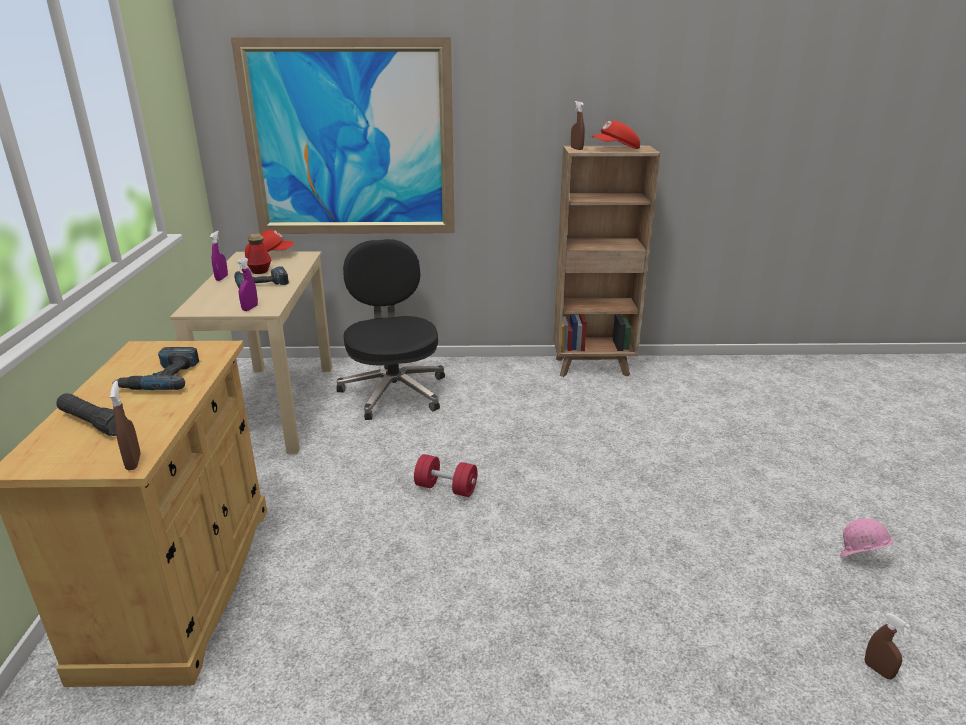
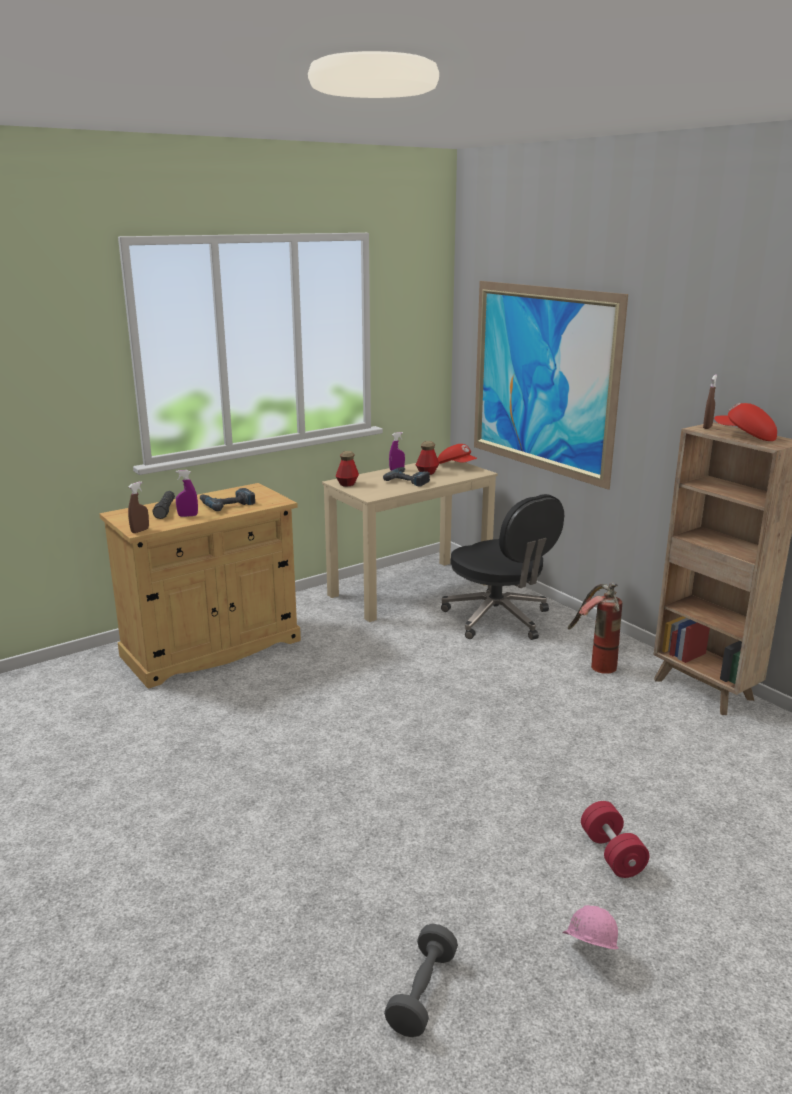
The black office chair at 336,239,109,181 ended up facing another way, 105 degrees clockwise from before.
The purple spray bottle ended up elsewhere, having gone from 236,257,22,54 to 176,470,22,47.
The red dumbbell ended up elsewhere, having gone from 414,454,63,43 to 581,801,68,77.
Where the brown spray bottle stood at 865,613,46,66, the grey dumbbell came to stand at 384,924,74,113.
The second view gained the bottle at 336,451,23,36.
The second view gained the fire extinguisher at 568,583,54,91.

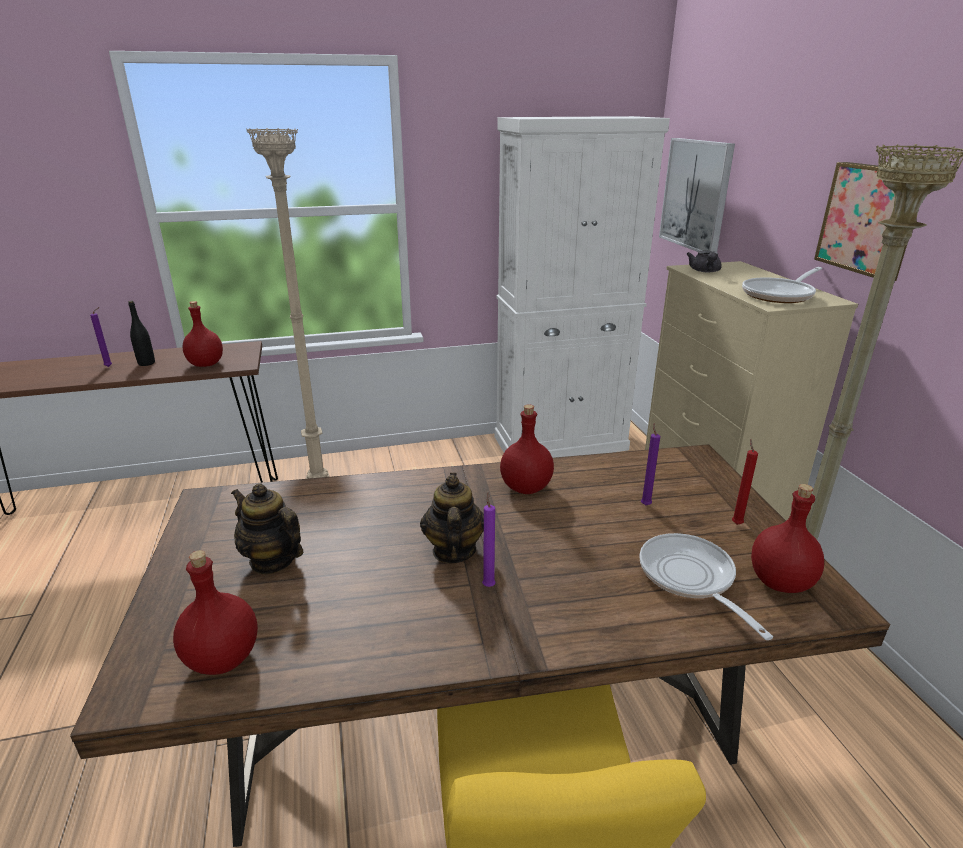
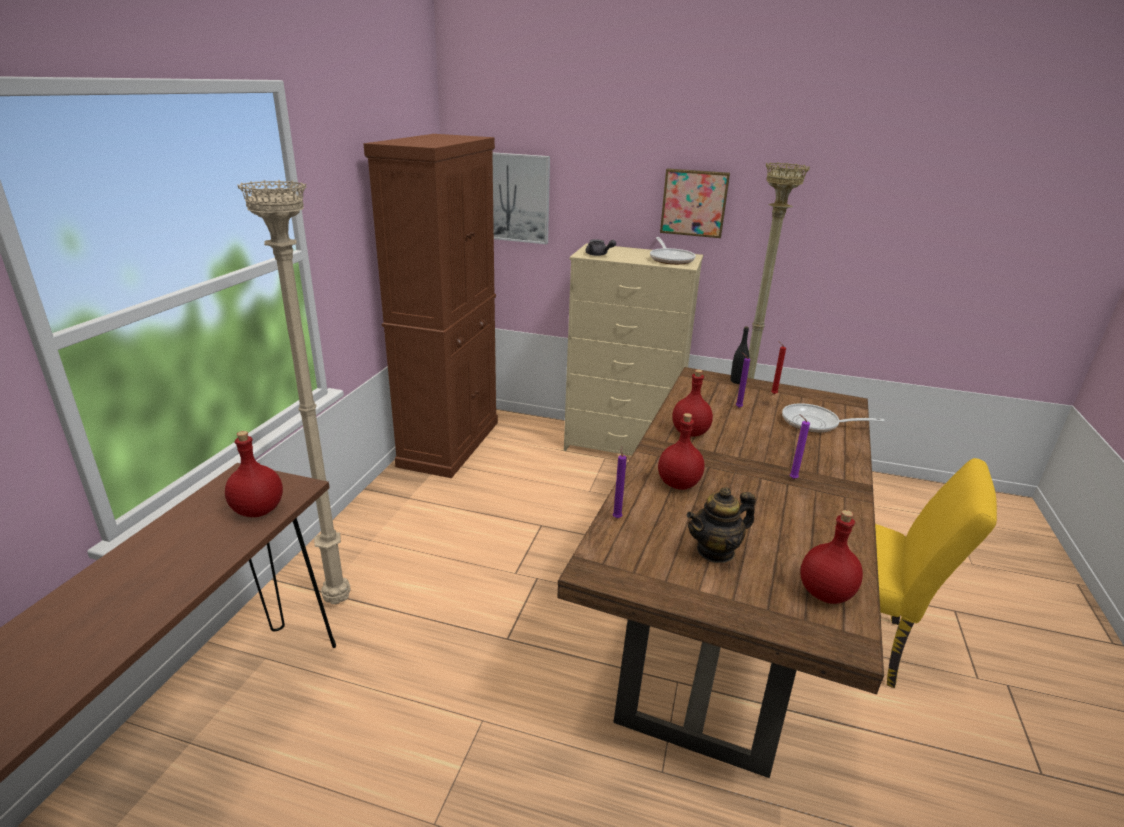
What was the white cabinet at 495,116,175,342 turned into the brown cabinet at 363,134,135,344.
The black bottle ended up elsewhere, having gone from 128,301,27,65 to 731,326,18,58.
The purple candle ended up elsewhere, having gone from 90,307,22,60 to 613,446,14,72.
The second view lost the teapot at 420,473,64,90.
The red bottle ended up elsewhere, having gone from 751,484,73,109 to 658,413,47,77.

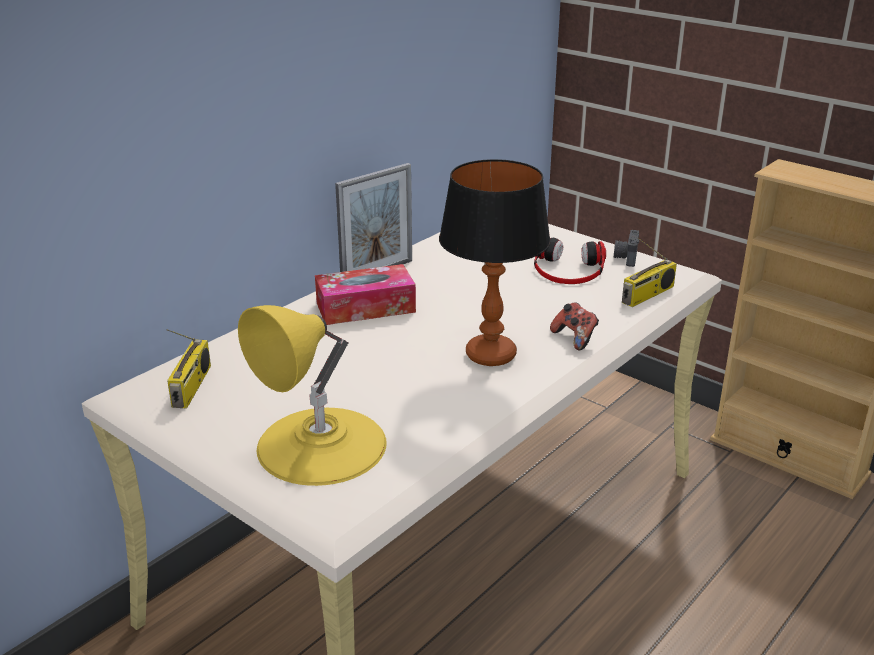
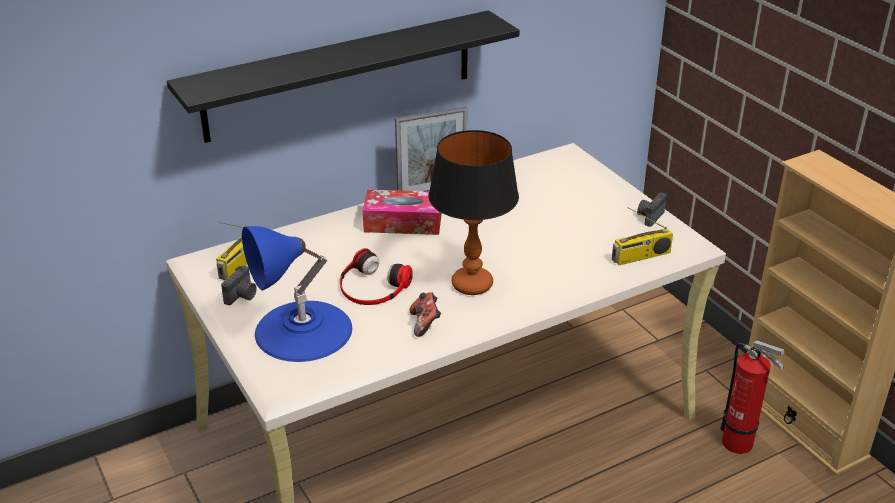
The headphones ended up elsewhere, having gone from 534,238,72,46 to 340,248,73,57.
The game controller ended up elsewhere, having gone from 550,303,49,48 to 409,292,32,45.
What was the yellow table lamp at 238,305,149,181 turned into the blue table lamp at 242,226,110,136.
The second view gained the black shelf at 167,10,353,133.
The second view gained the photo camera at 221,266,36,39.
The second view gained the fire extinguisher at 720,340,64,114.

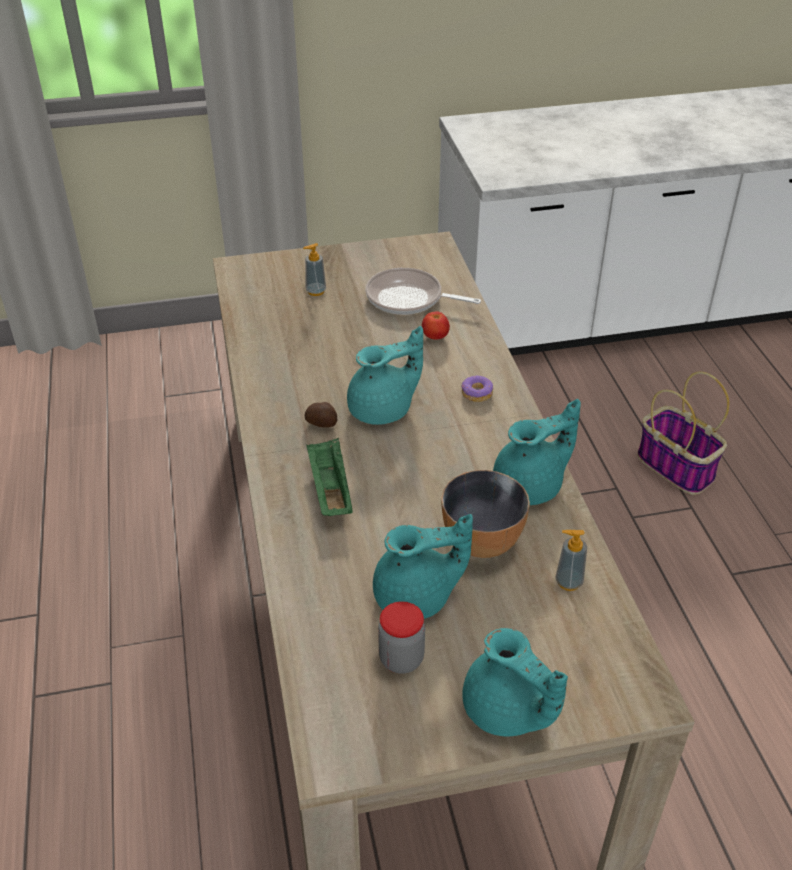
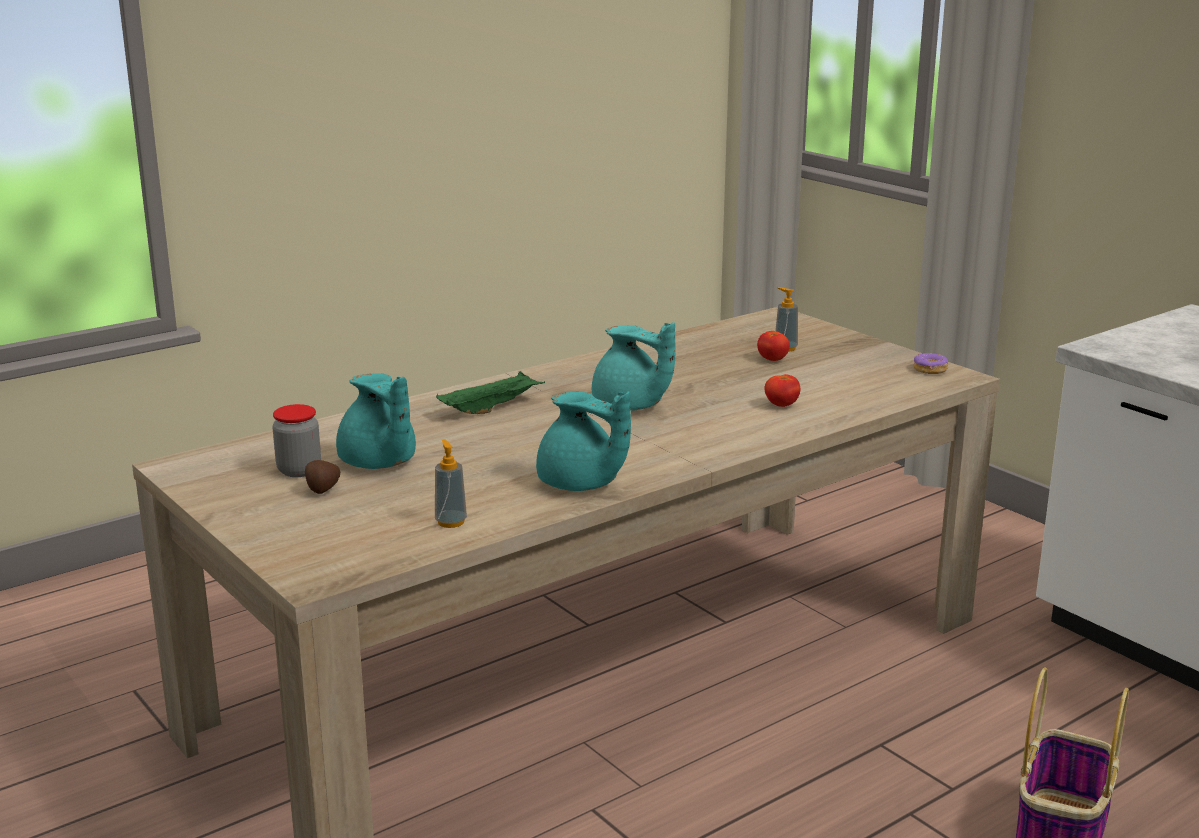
The second view lost the frying pan at 366,268,115,47.
The donut ended up elsewhere, having gone from 462,376,32,26 to 913,353,35,21.
The potato ended up elsewhere, having gone from 305,402,32,26 to 305,460,35,34.
The second view lost the bowl at 441,470,89,88.
The second view lost the turquoise teapot at 462,628,106,109.
The second view gained the tomato at 757,331,33,30.

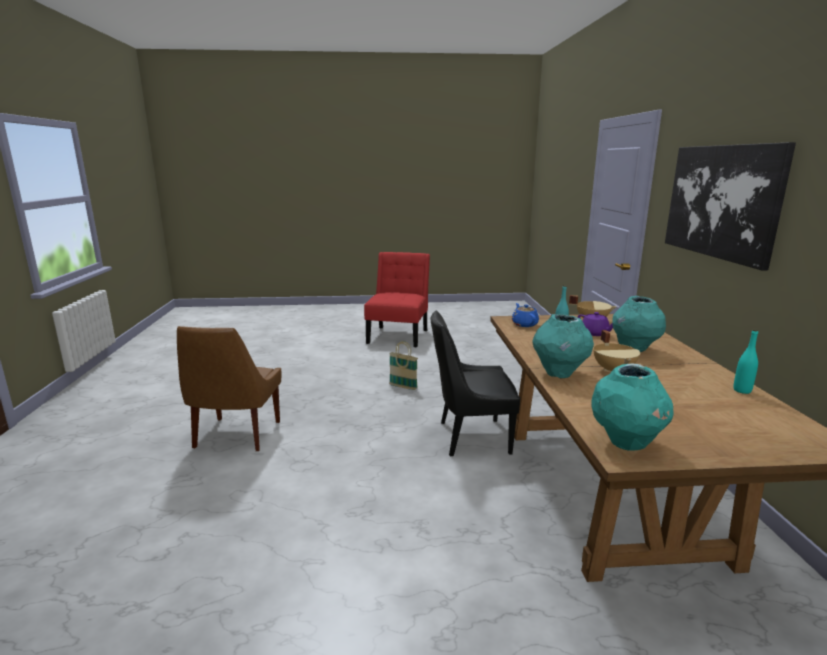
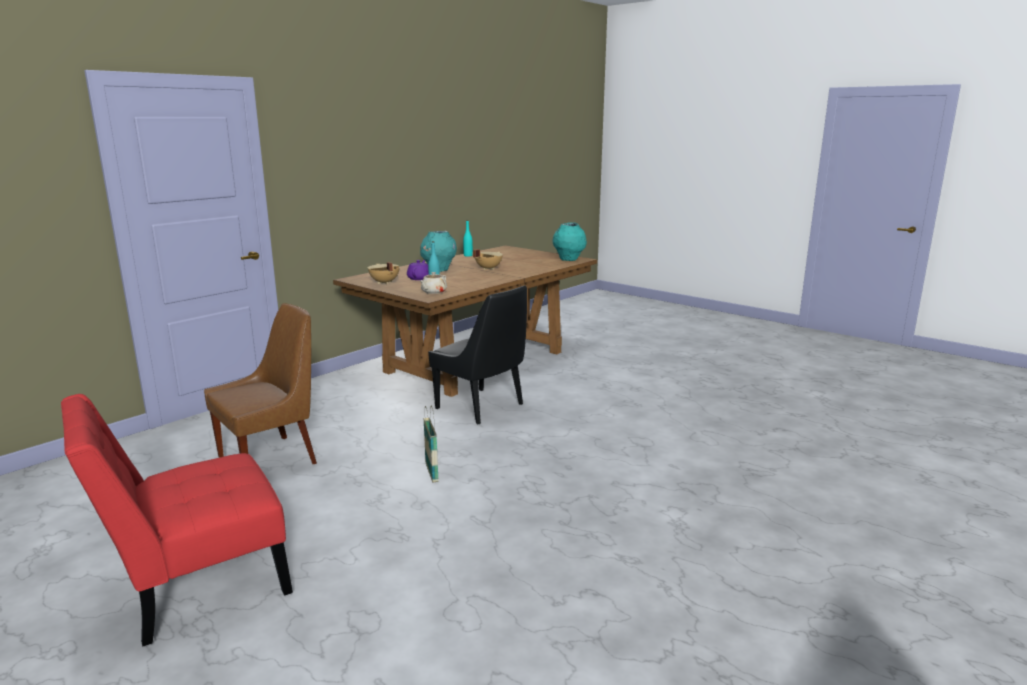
The second view lost the picture at 665,142,131,129.
What was the blue teapot at 512,303,27,24 turned into the beige teapot at 419,272,28,22.
The second view lost the turquoise vase at 533,314,61,64.
The brown chair ended up elsewhere, having gone from 177,326,104,125 to 204,303,113,161.

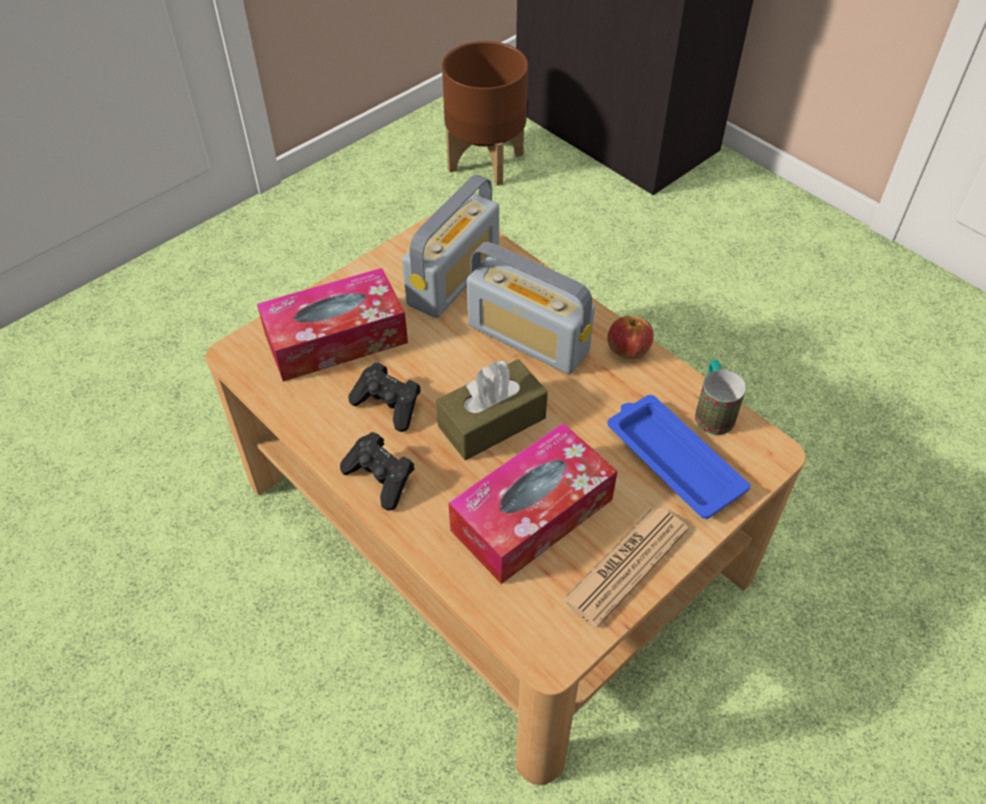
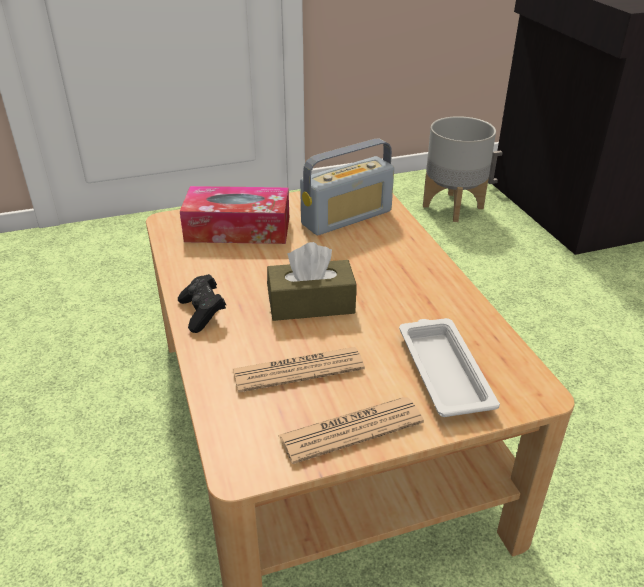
What was the brown planter at 442,41,86,145 turned into the grey planter at 423,116,73,106.
The second view lost the radio at 467,242,128,132.
The second view lost the apple at 607,315,47,45.
The second view lost the mug at 695,360,51,75.
The second view lost the black game controller at 348,362,73,70.
What was the blue tray at 607,395,144,124 turned into the white tray at 399,318,101,99.
Where the tissue box stood at 448,423,170,161, the newspaper came to stand at 233,347,132,46.

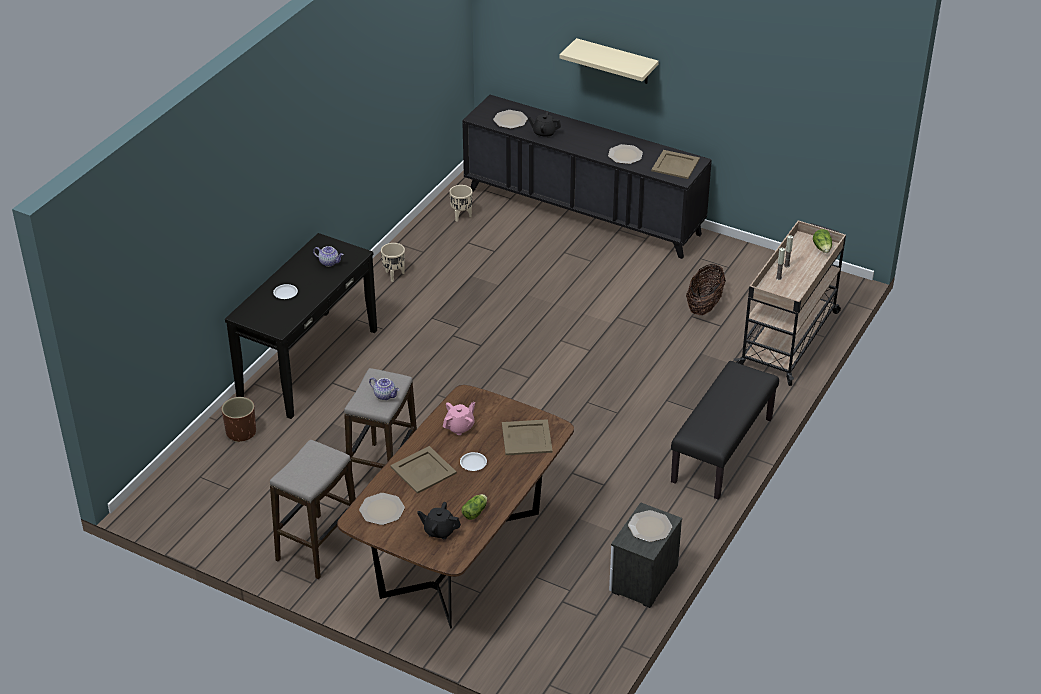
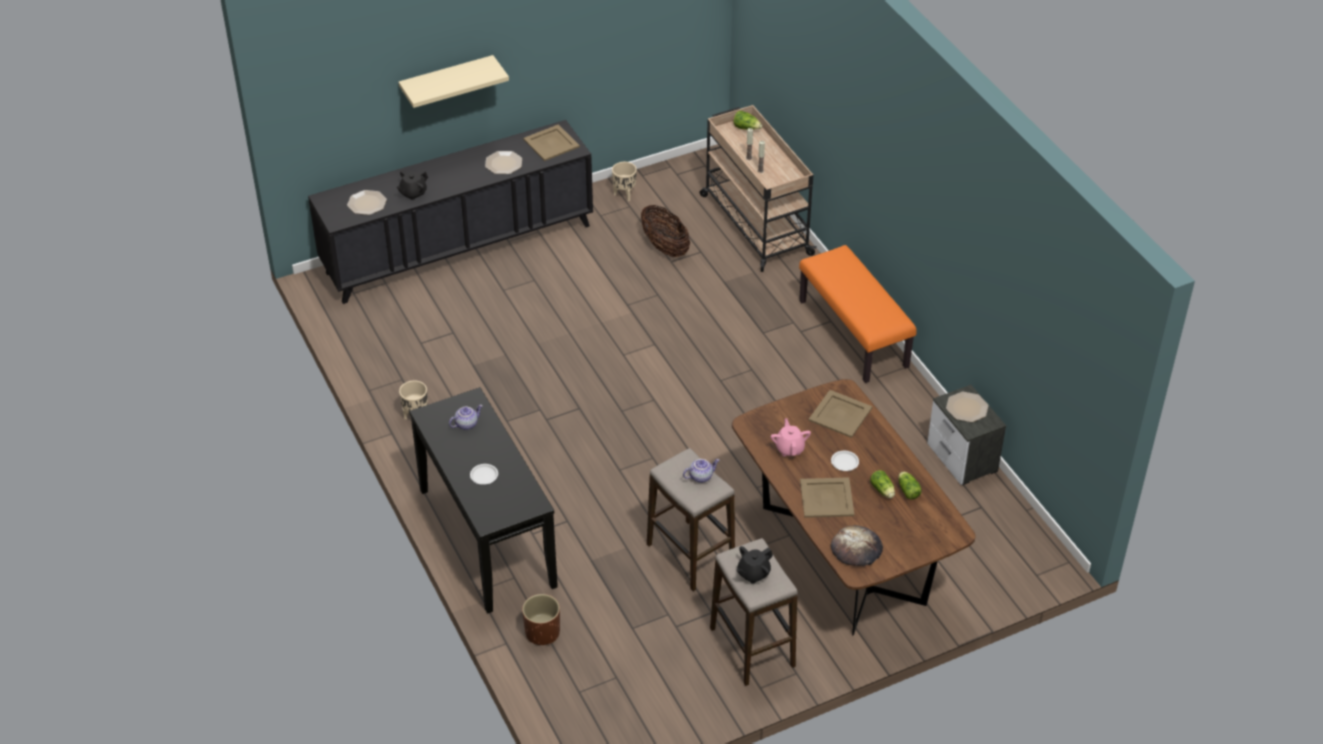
The beige planter ended up elsewhere, having gone from 449,185,23,37 to 612,162,25,39.
What was the black bench at 671,361,108,139 turned into the orange bench at 799,245,118,138.
Where the plate stood at 359,493,46,32, the bread came to stand at 831,525,52,41.
The black teapot ended up elsewhere, having gone from 417,502,44,37 to 737,546,36,38.
The second view gained the lettuce at 870,470,25,28.

